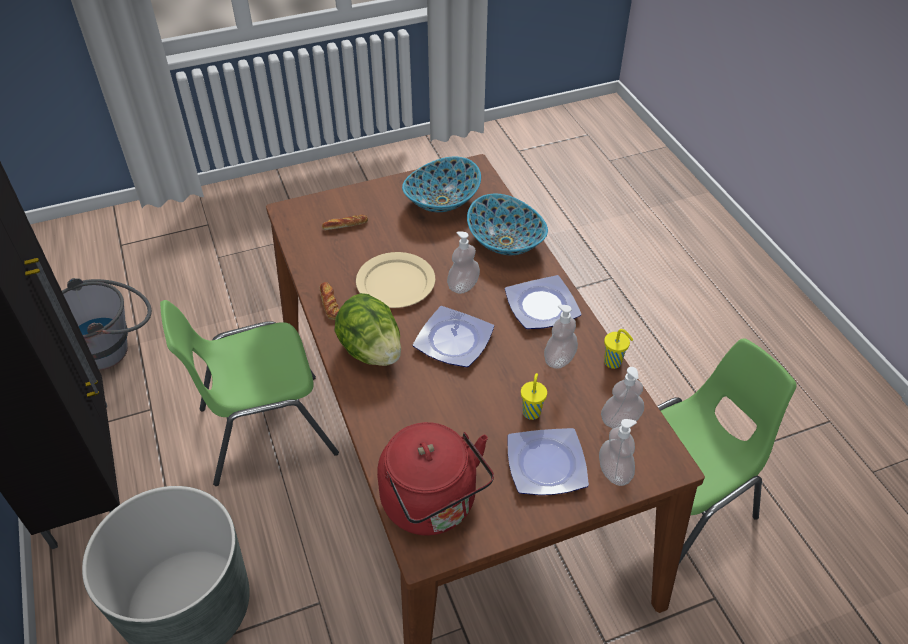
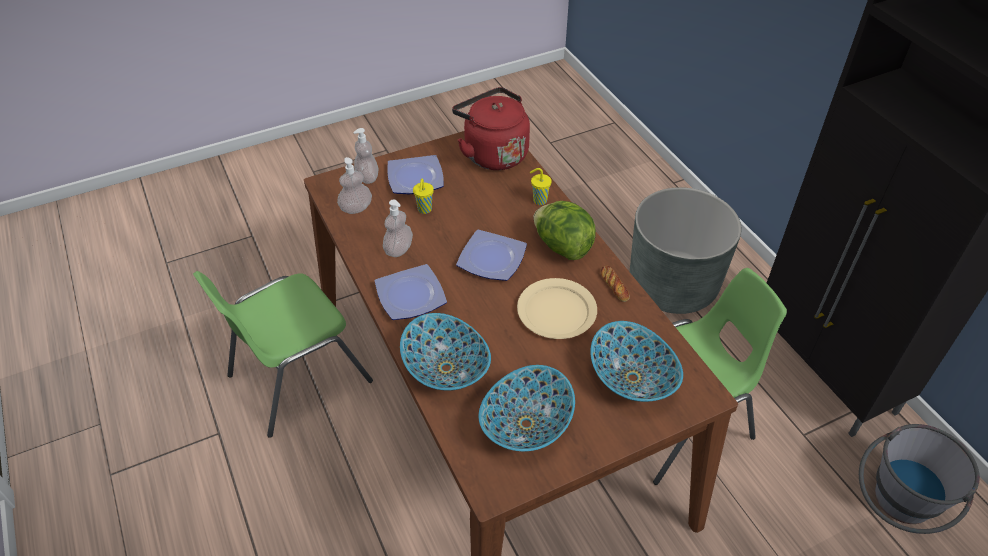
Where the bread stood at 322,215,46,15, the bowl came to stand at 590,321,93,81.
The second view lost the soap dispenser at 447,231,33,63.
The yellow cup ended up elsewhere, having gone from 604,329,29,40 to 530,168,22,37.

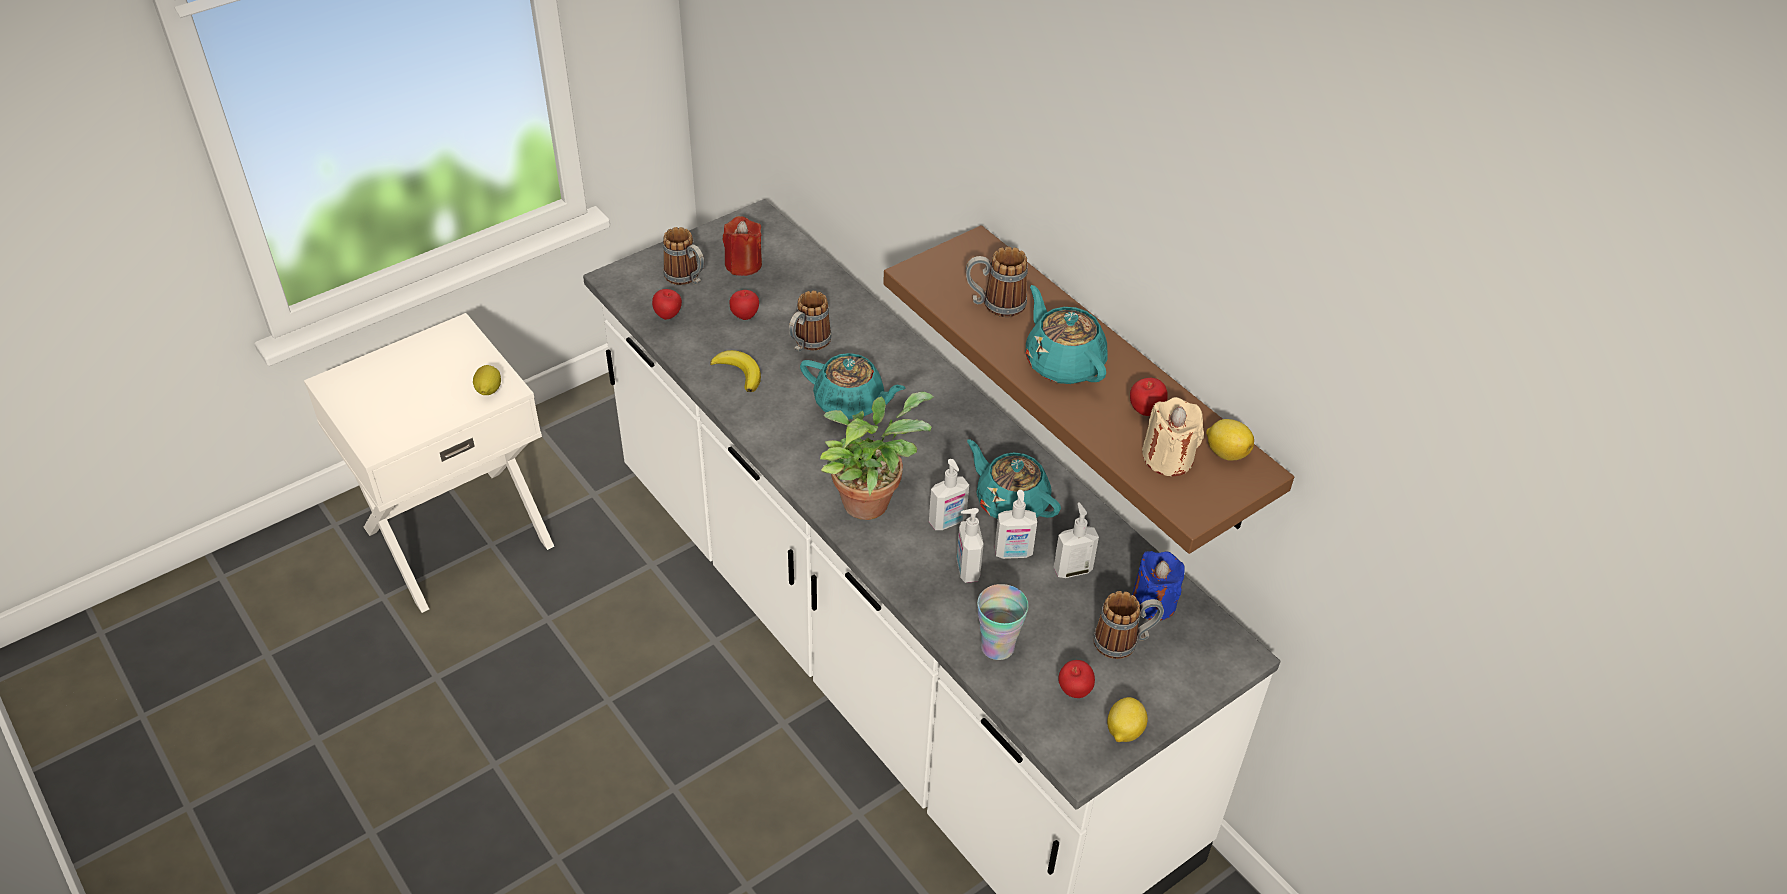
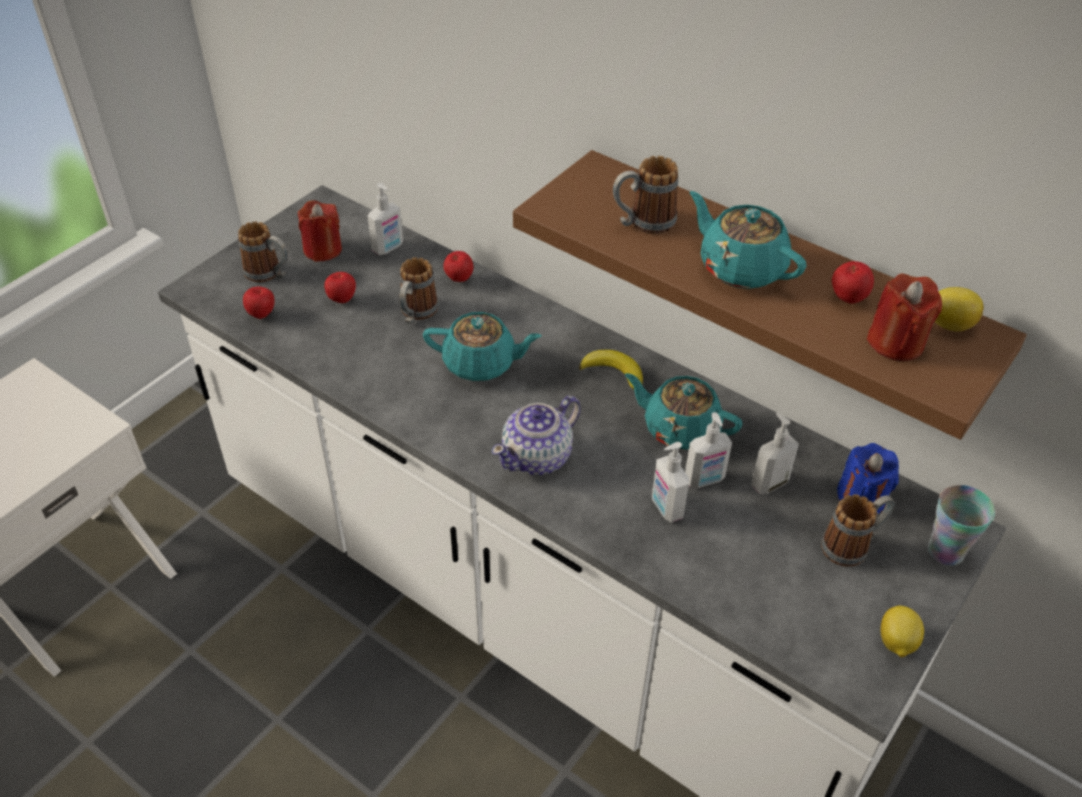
The banana ended up elsewhere, having gone from 710,350,51,42 to 579,350,64,39.
The second view lost the lemon at 473,365,28,30.
Where the potted plant stood at 820,392,114,128, the teapot came to stand at 492,396,89,79.
What was the beige candle at 1142,397,62,79 turned into the red candle at 866,273,76,88.
The soap dispenser ended up elsewhere, having gone from 929,459,40,71 to 367,183,36,72.
The cup ended up elsewhere, having gone from 977,584,51,76 to 928,485,67,81.
The apple ended up elsewhere, having gone from 1058,660,37,38 to 443,251,30,31.

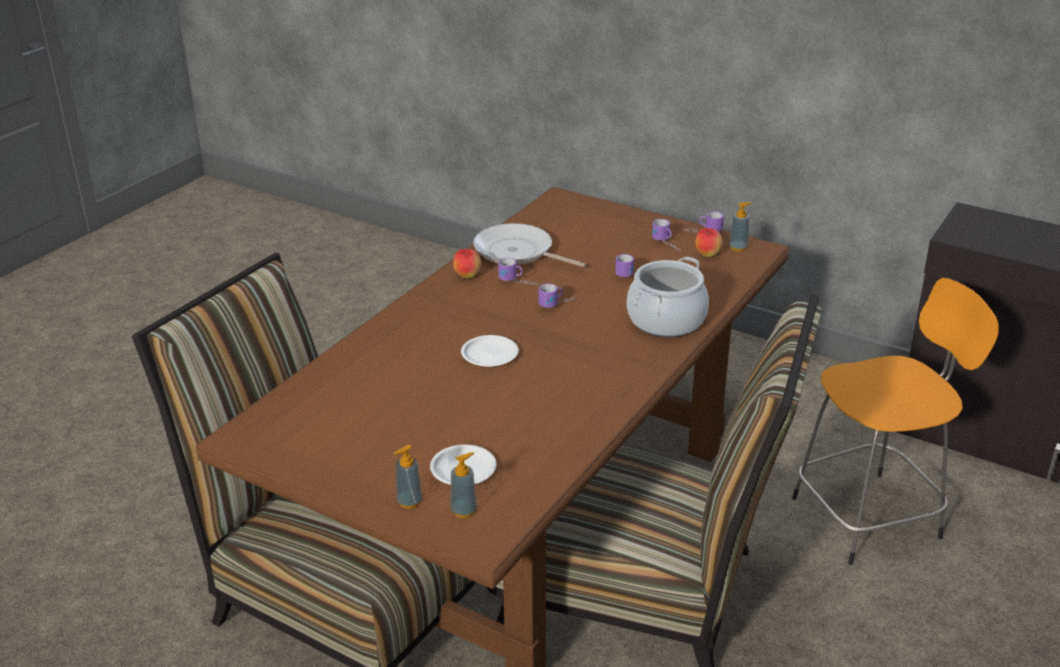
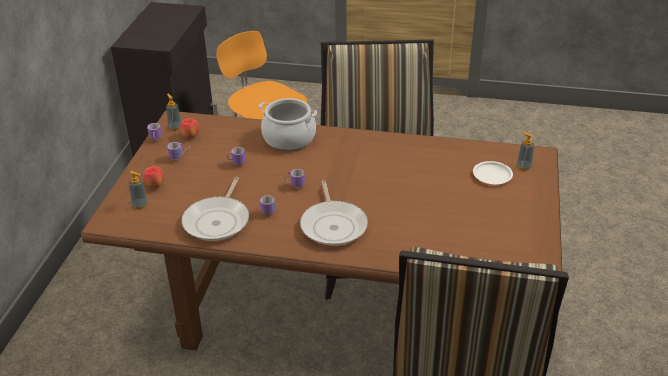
The apple ended up elsewhere, having gone from 453,249,29,30 to 143,166,21,23.
The second view lost the white plate at 461,335,58,32.
The soap dispenser ended up elsewhere, having gone from 394,445,28,64 to 129,171,19,38.
The second view gained the frying pan at 300,180,68,66.

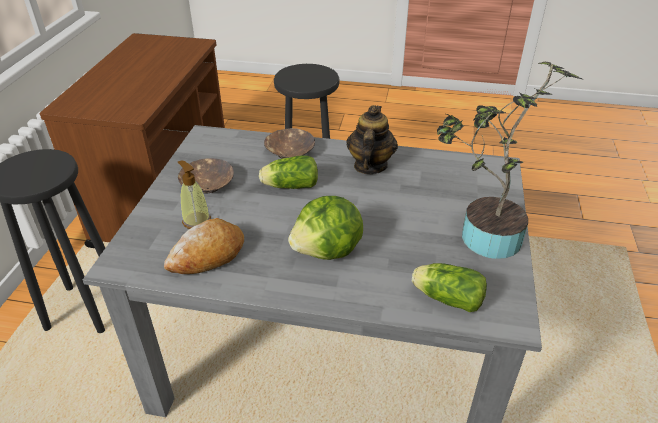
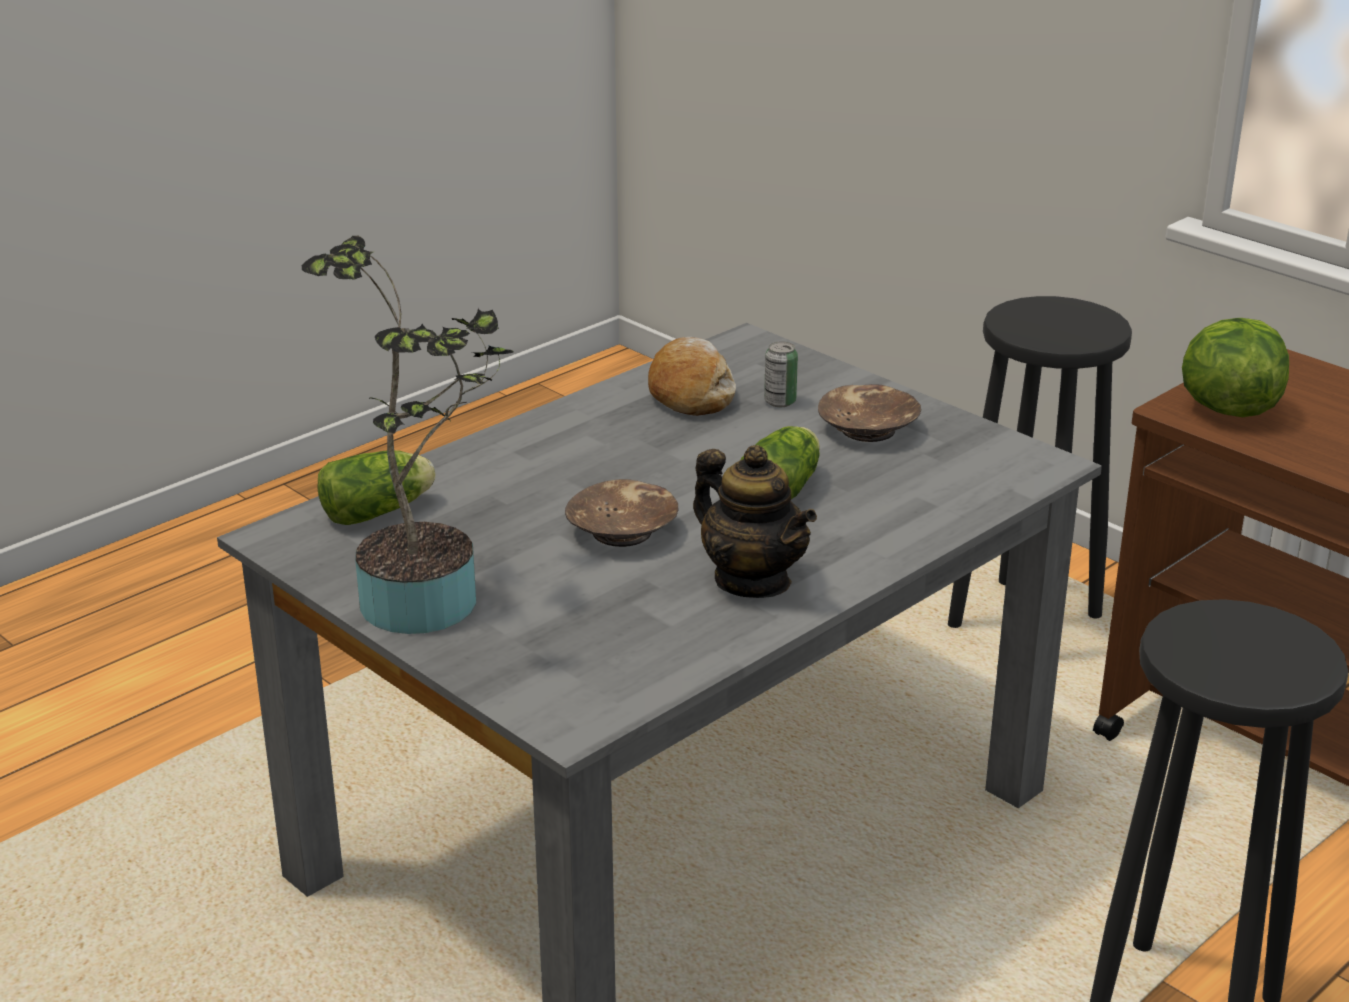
The brown bowl ended up elsewhere, having gone from 264,128,51,30 to 565,479,113,68.
Where the soap dispenser stood at 178,161,33,68, the can came to stand at 764,341,34,66.
The lettuce ended up elsewhere, having gone from 288,196,75,64 to 1182,318,107,99.

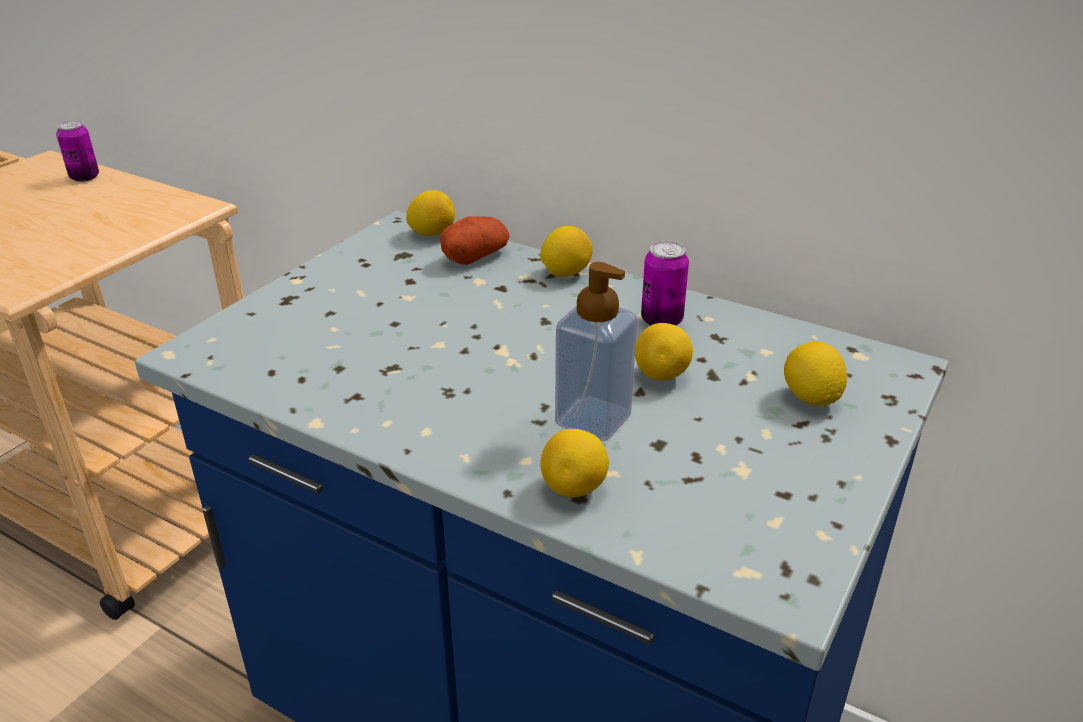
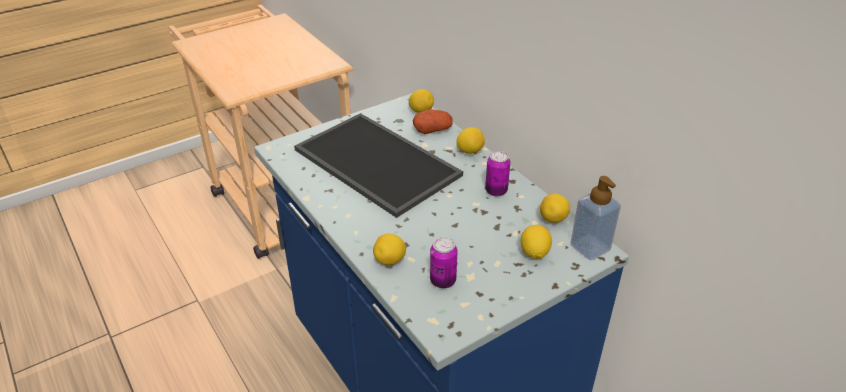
The can ended up elsewhere, having gone from 56,121,43,61 to 430,237,28,51.
The soap dispenser ended up elsewhere, having gone from 555,262,82,179 to 570,176,51,84.
The lemon ended up elsewhere, having gone from 635,323,58,58 to 540,193,30,30.
The second view gained the tray at 294,113,169,105.

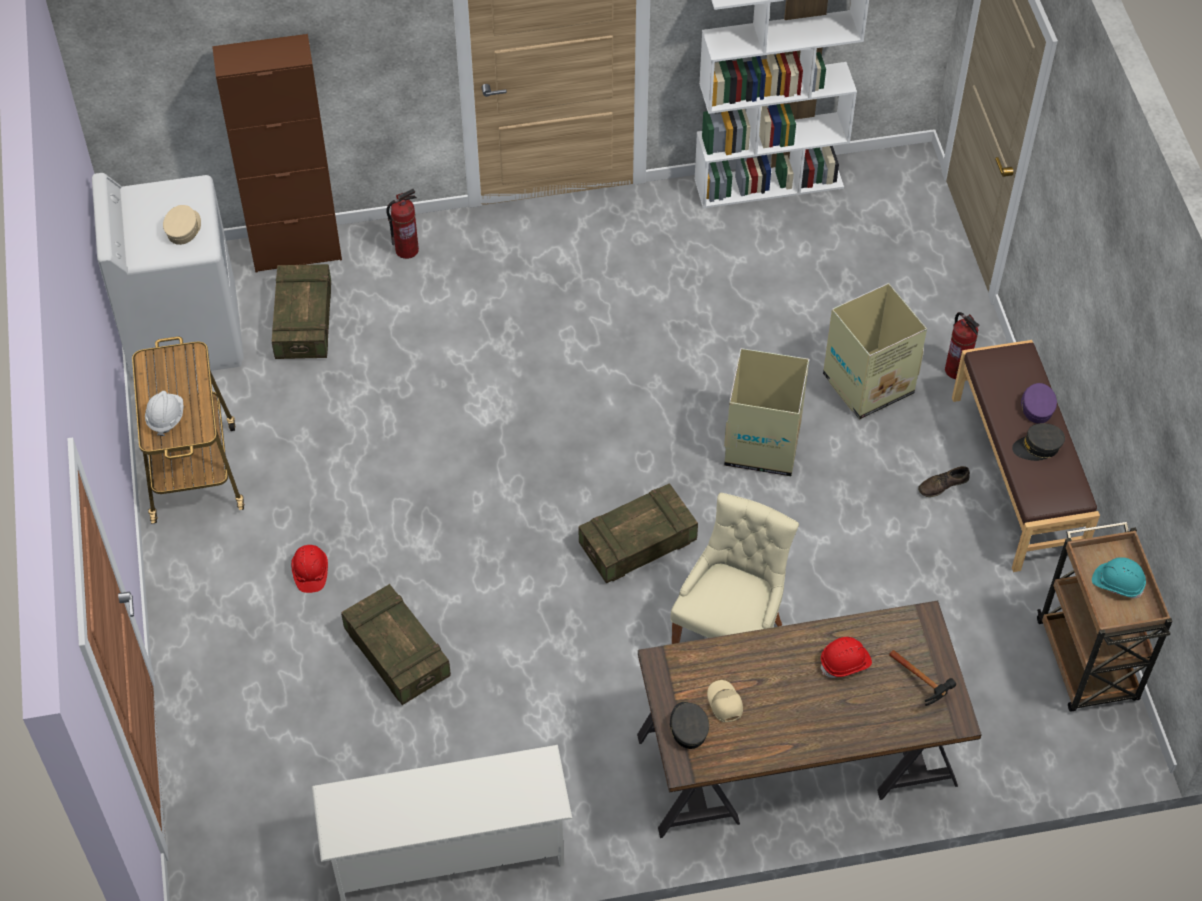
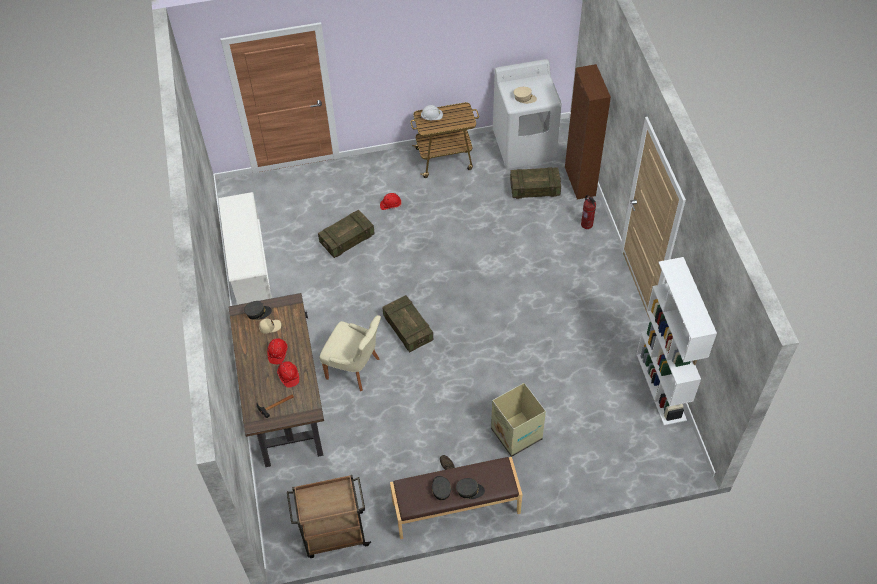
The second view lost the fire extinguisher at 945,312,34,67.
The second view lost the cardboard box at 724,348,85,128.
What was the purple cap at 1021,383,36,41 turned into the grey cap at 456,478,29,21.
The second view lost the turquoise hard hat at 1092,557,54,41.
The second view gained the red hard hat at 267,338,21,26.

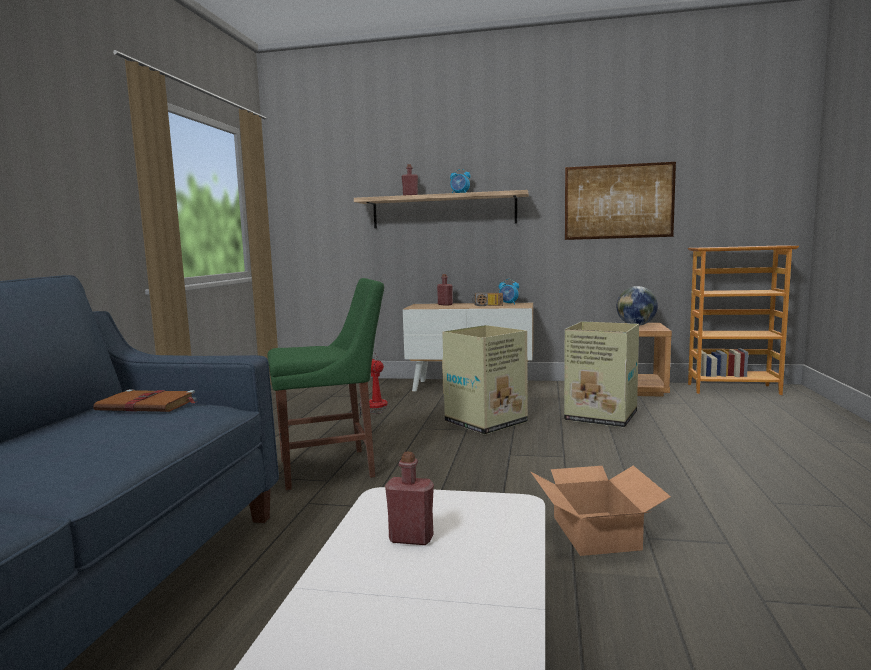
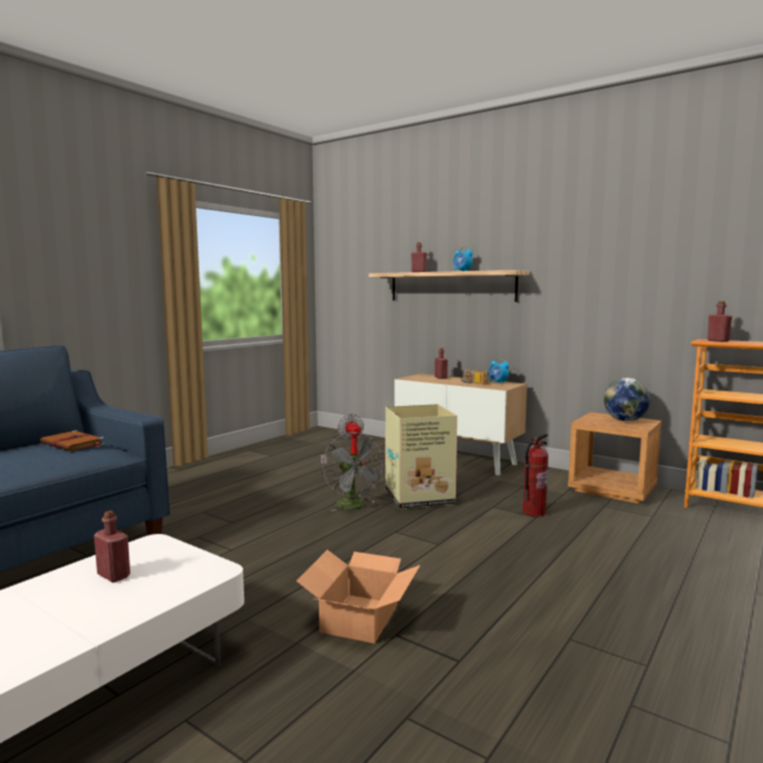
The second view lost the picture at 565,162,111,78.
The second view lost the green chair at 268,278,116,212.
Where the cardboard box stood at 564,321,75,107, the fire extinguisher came to stand at 523,433,25,84.
The second view gained the red bottle at 707,301,25,41.
The second view gained the grey fan at 322,432,64,79.

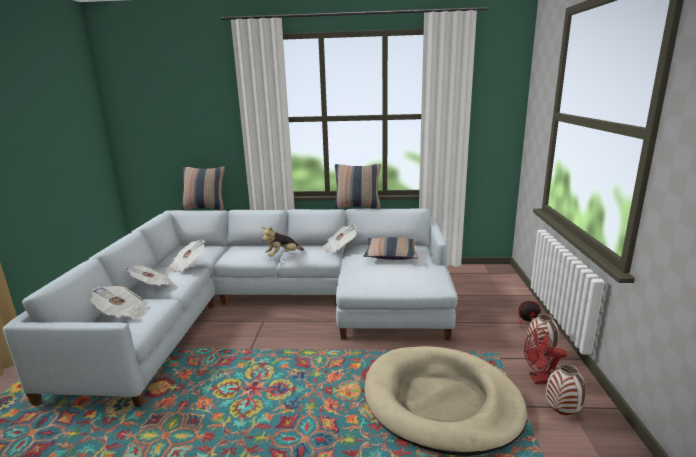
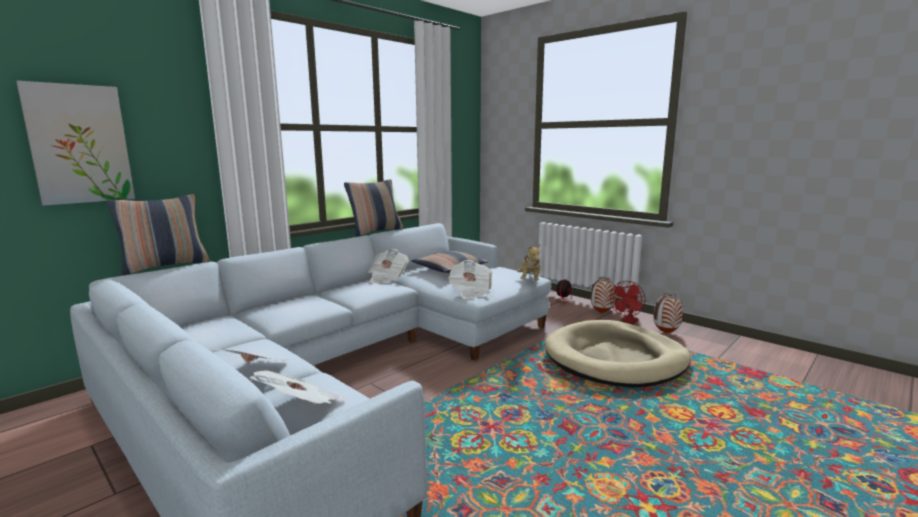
The plush toy ended up elsewhere, having gone from 262,227,42,30 to 517,243,24,38.
The newspaper ended up elsewhere, having gone from 166,240,40,32 to 448,260,44,39.
The second view gained the picture at 16,81,119,125.

